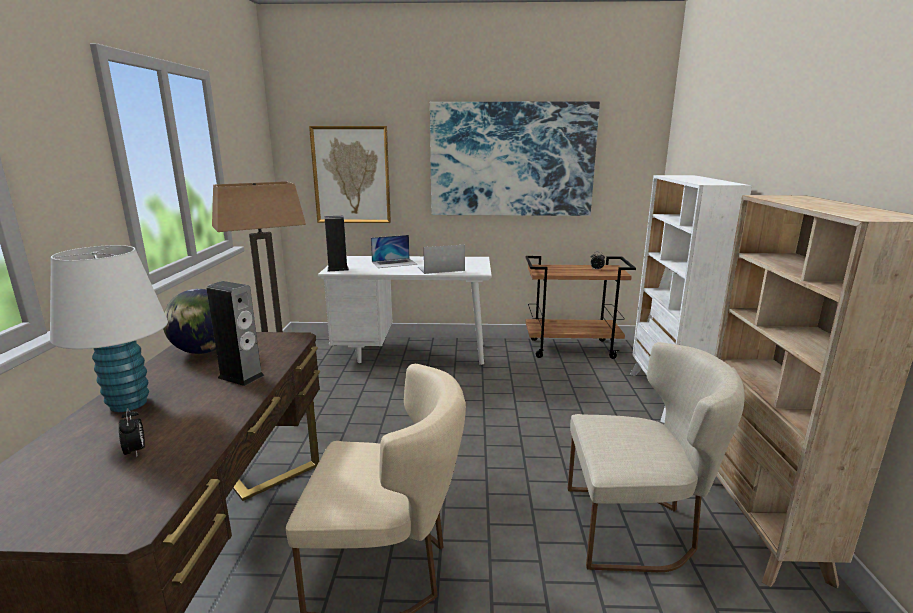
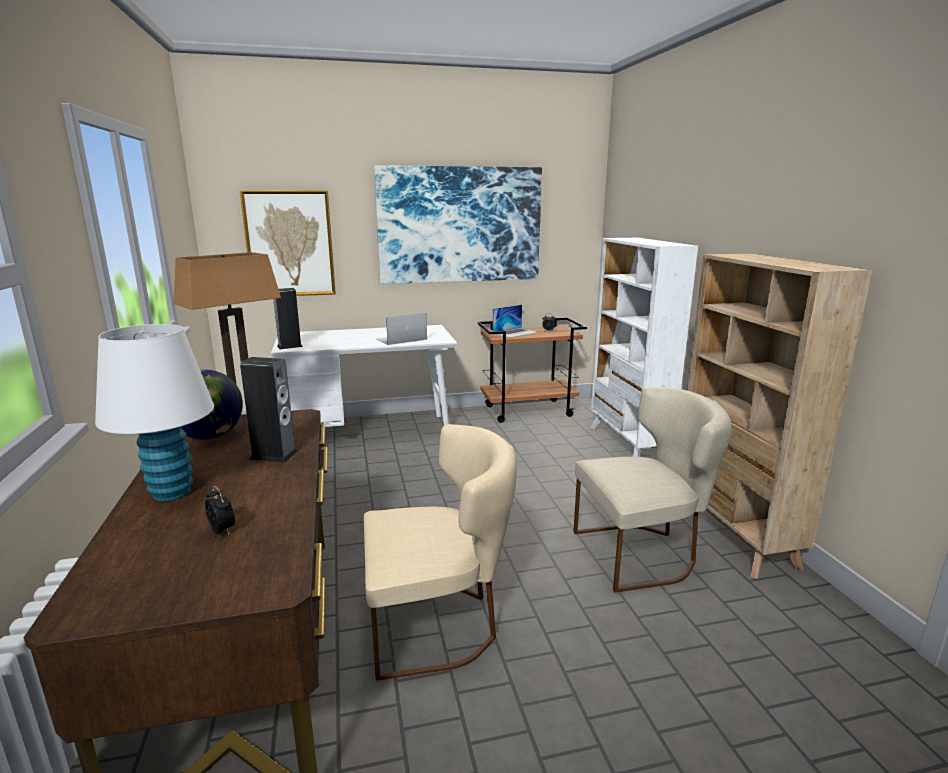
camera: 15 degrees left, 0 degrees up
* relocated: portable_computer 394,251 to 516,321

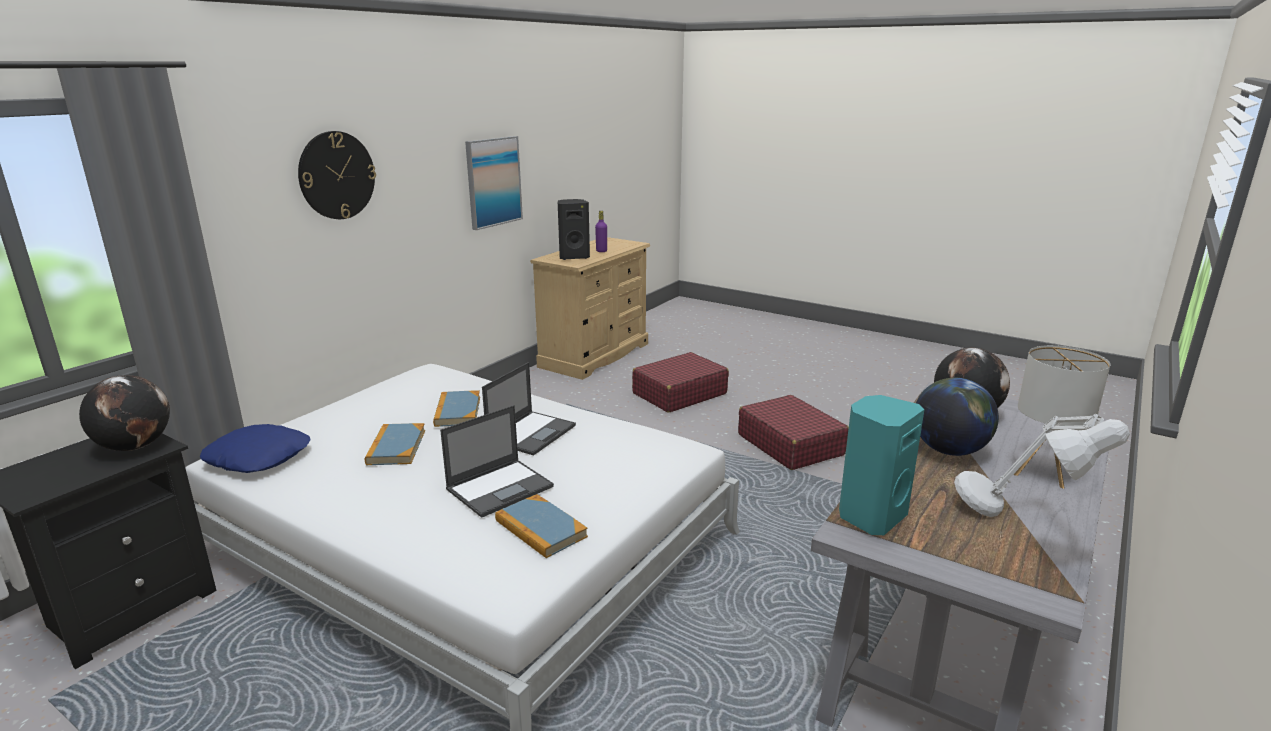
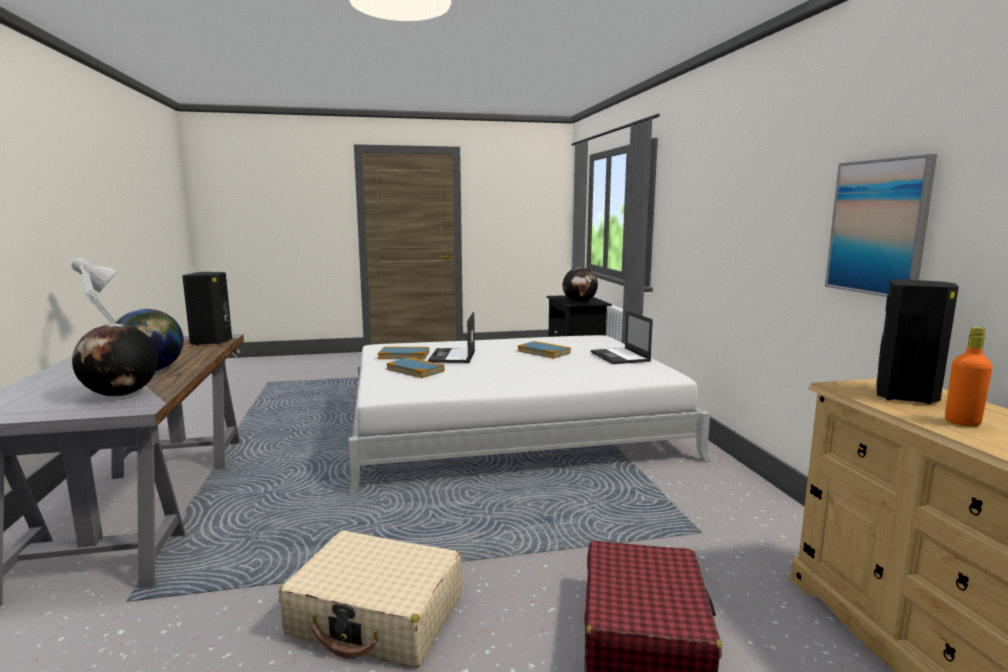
camera: 135 degrees right, 10 degrees down
* missing: clock_on_the_wall 337,175
* colour: purple_bottle 601,231 to orange_bottle 969,377
* missing: tabletop_lamp 1062,417
* relocated: portable_computer 529,409 to 622,337
* relocated: bound_book 456,408 to 415,367
* colour: reddish_travel_case 793,432 to sand-coloured_travel_case 370,599
* colour: turquoise_loudspeaker 882,465 to blackish_loudspeaker 207,308
* missing: blue-coloured_pillow 255,448

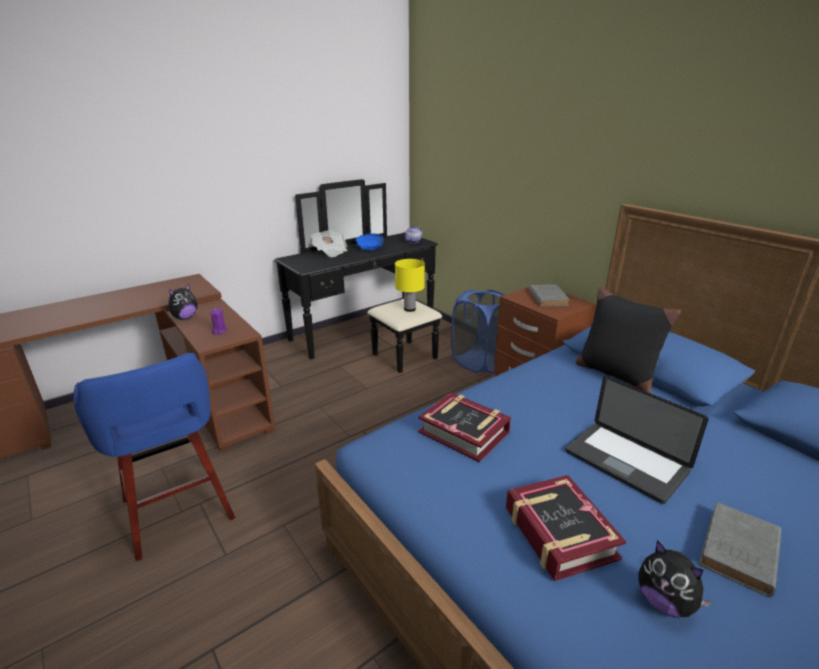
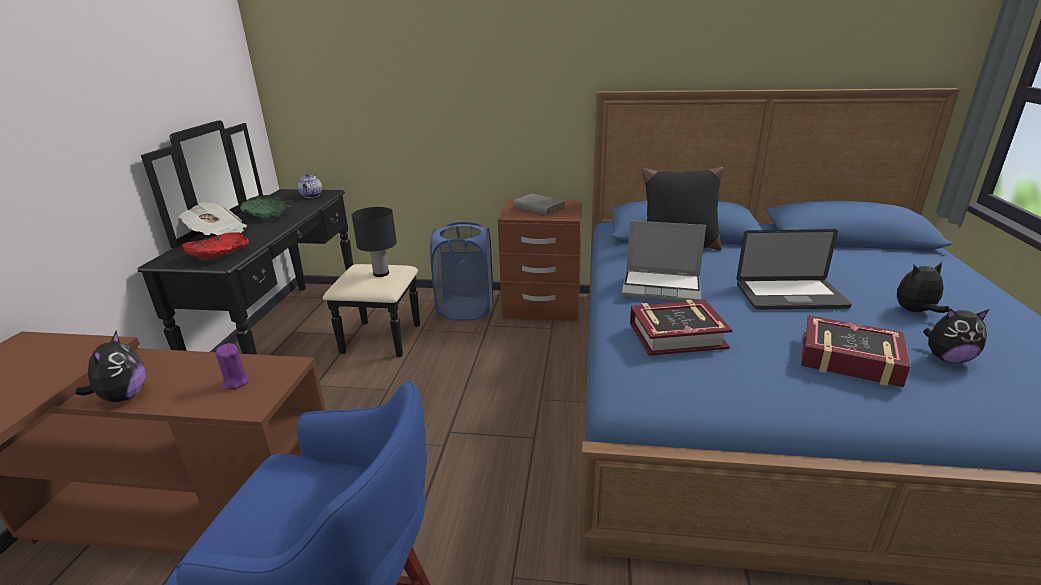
camera: 45 degrees left, 0 degrees up
* colour: blue-coloured_bowl 369,242 to green_bowl 265,207
* colour: yellowish_tabletop_lamp 410,285 to blackish_tabletop_lamp 374,242
* exchanged: grey_bound_book 740,549 to cuddly_toy 923,287
* appeared: portable_computer 664,261
* appeared: reddish_bowl 215,245

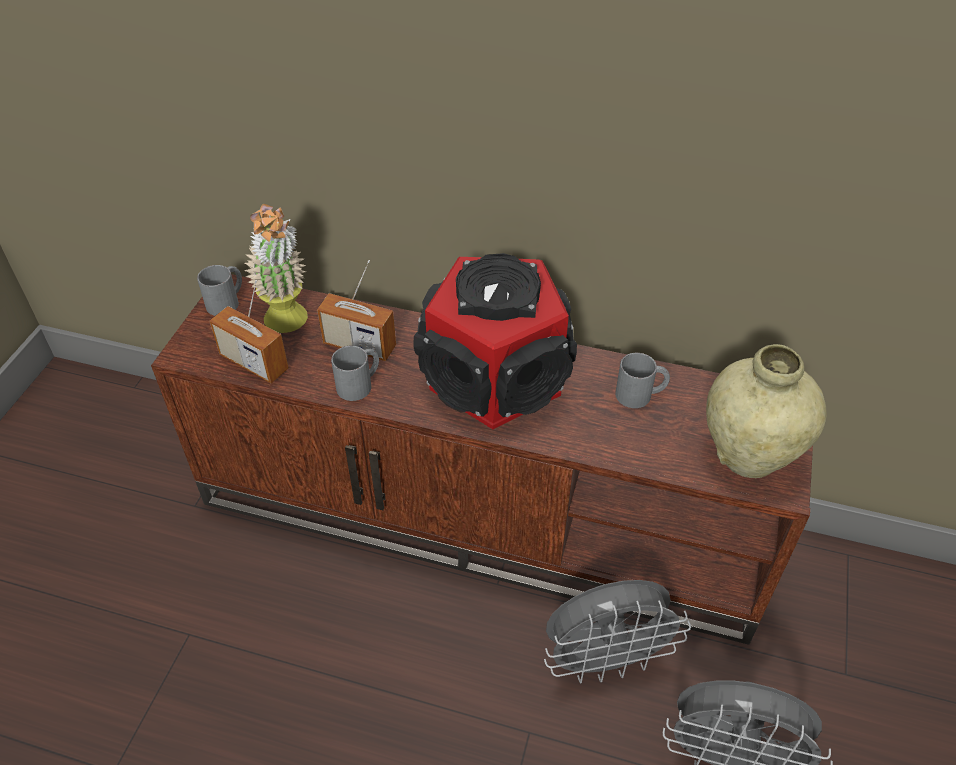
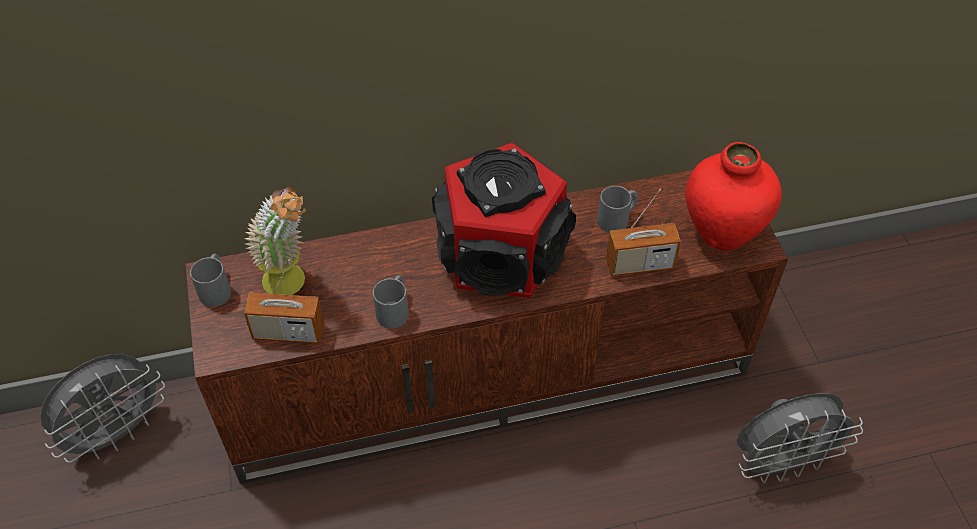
camera: 30 degrees left, 5 degrees up
* relocated: radio_set 356,310 to 643,232
* colour: sand-coloured_decorative_vase 766,411 to reddish_decorative_vase 734,196
* relocated: grey_fan 617,631 to 102,408

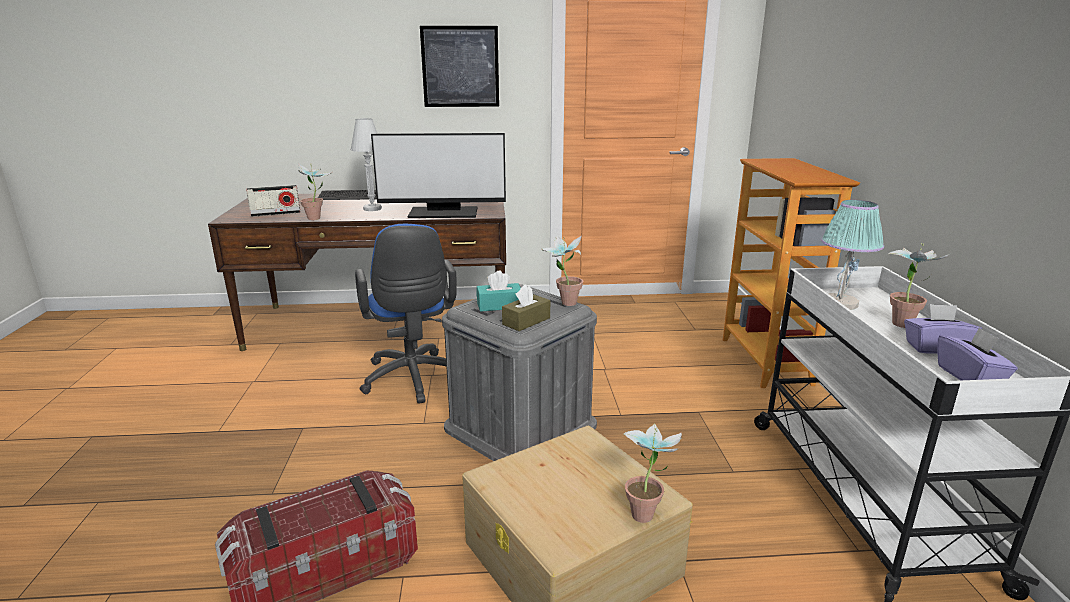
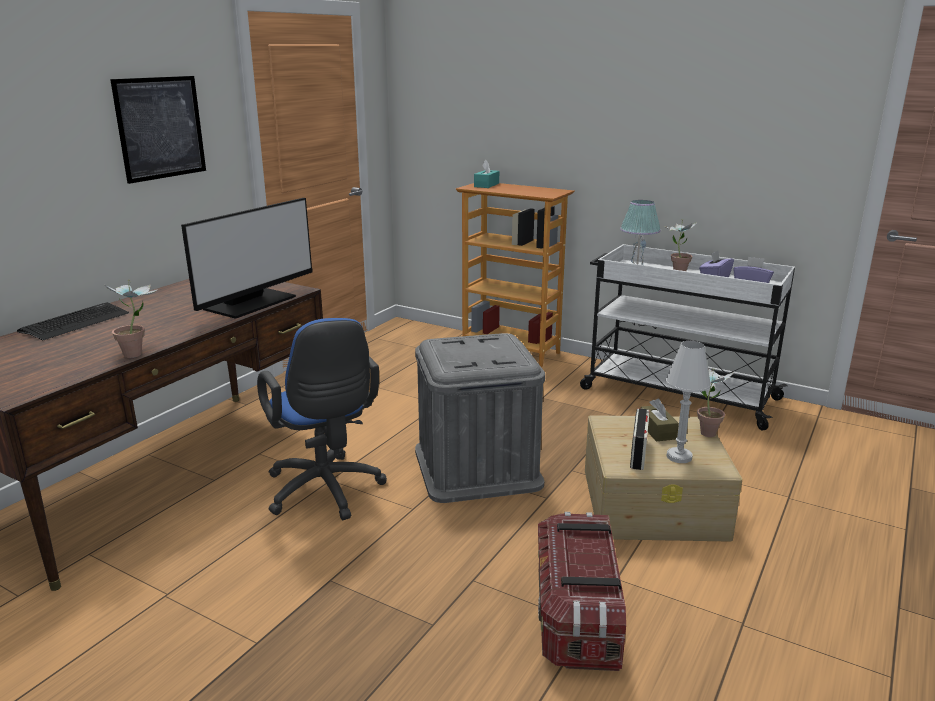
camera: 55 degrees left, 0 degrees up
* relocated: white_tabletop_lamp 366,164 to 688,402
* relocated: radio_set 273,201 to 639,439
* spun: blue-coloured_desk_chair 406,314 = 322,419 45 degrees clockwise
* missing: plant_in_a_pot 562,270
* relocated: turquoise_tissue_holder 499,291 to 486,174
* relocated: brownish_tissue_holder 526,307 to 659,420

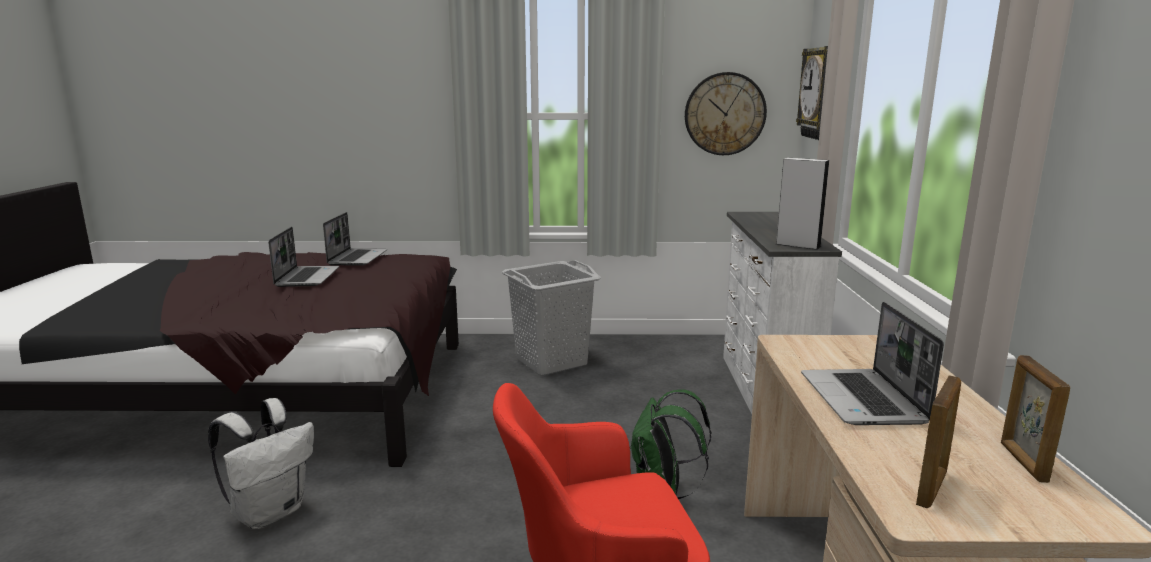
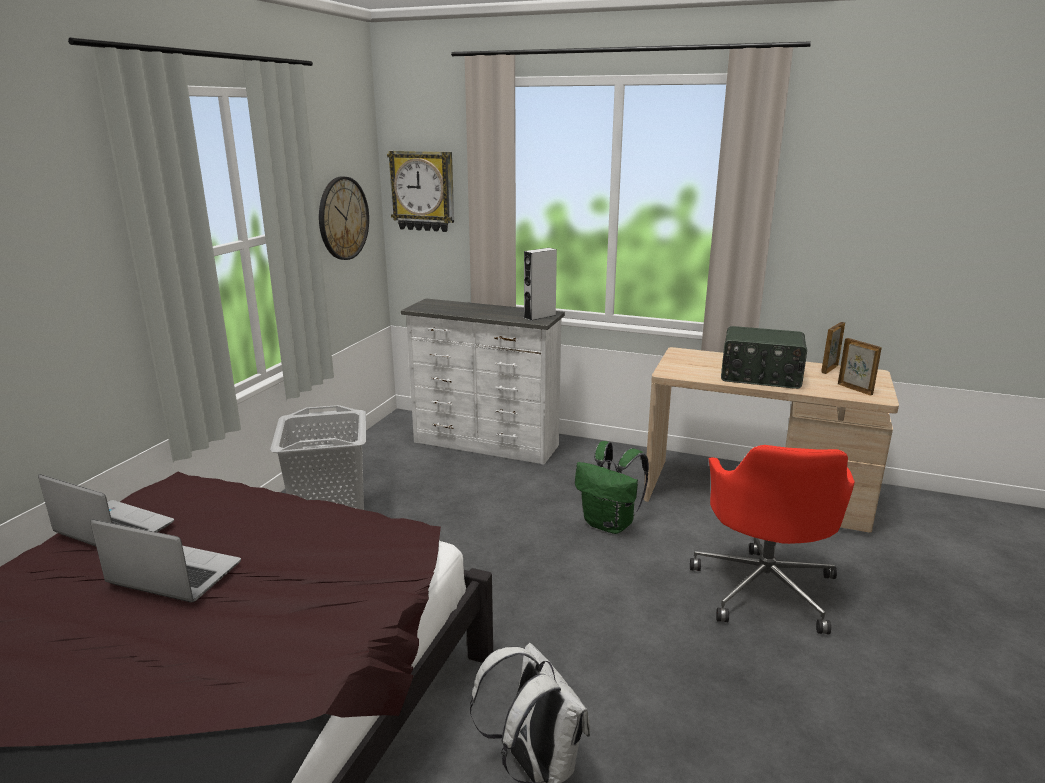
camera: 70 degrees left, 5 degrees up
* exchanged: portable_computer 872,363 to radio_set 764,357
* spun: photo_frame 1035,419 = 833,348 105 degrees clockwise

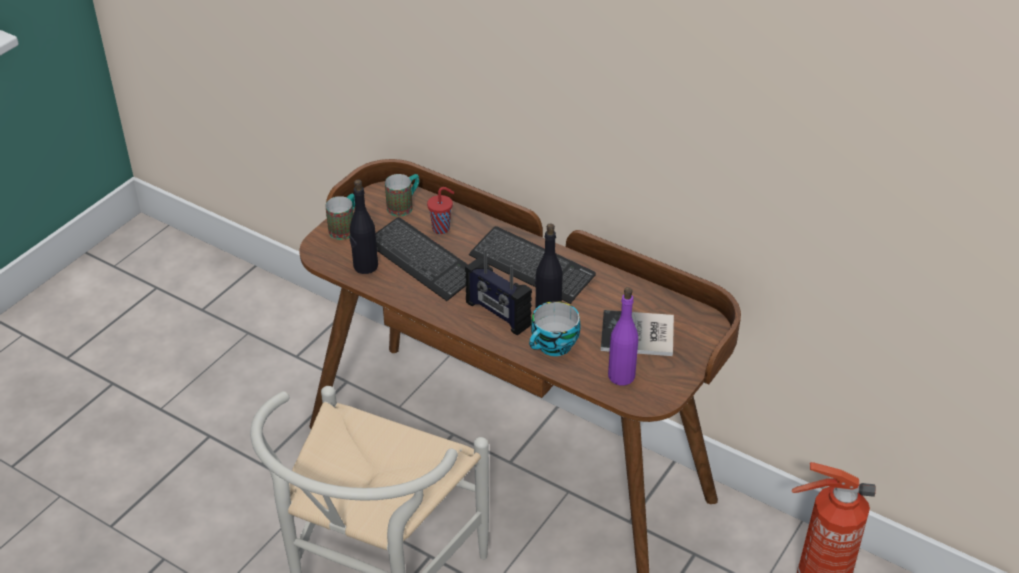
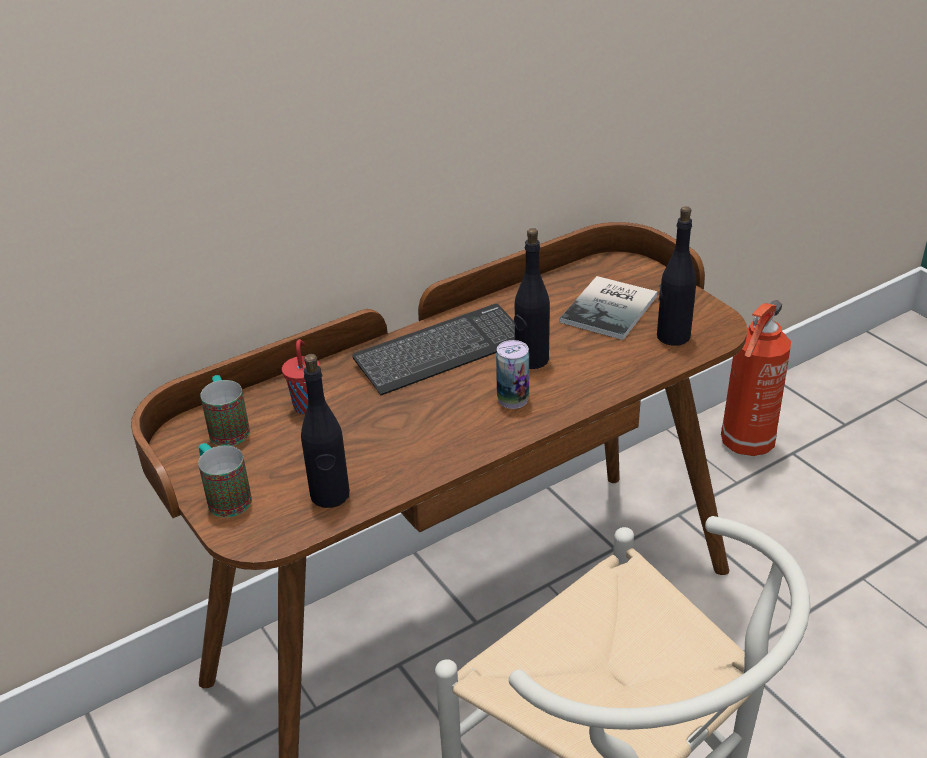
camera: 65 degrees left, 5 degrees down
* missing: keyboard 422,259
* exchanged: radio_set 498,292 to metal_can 512,374
* colour: purple_bottle 623,336 to blackish_bottle 676,275
* missing: small_cup 554,328

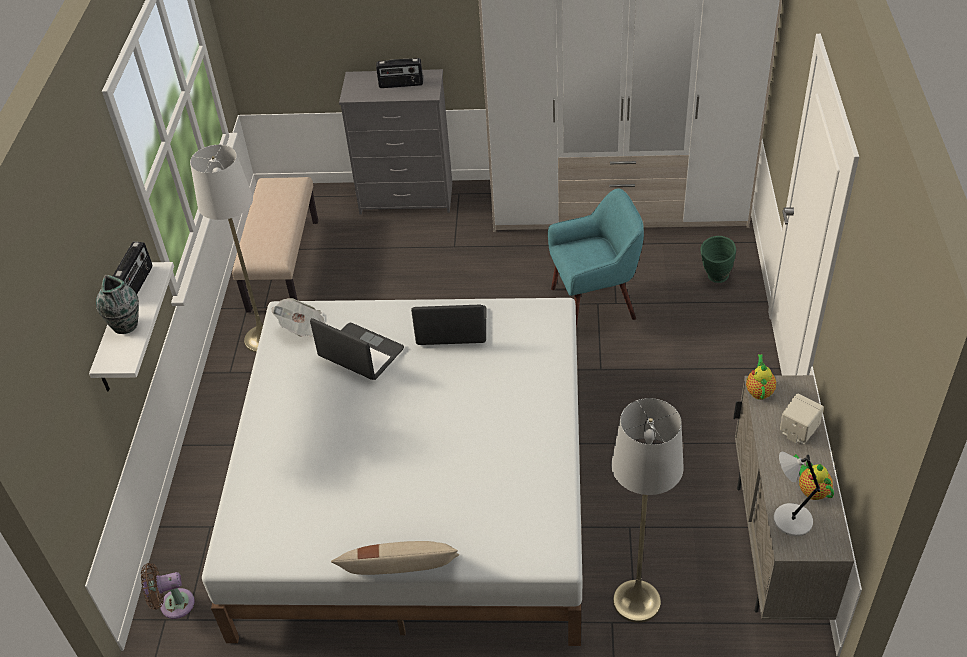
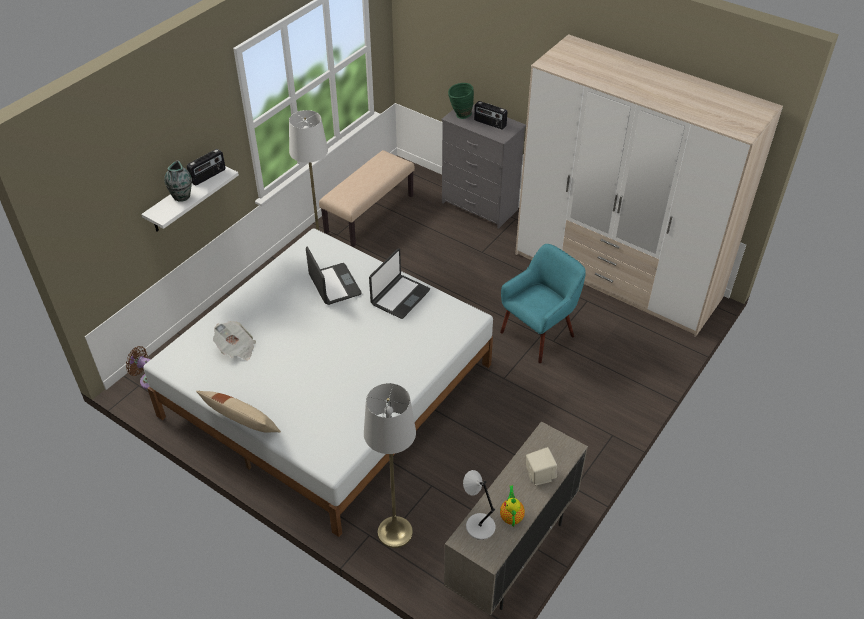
camera: 30 degrees right, 0 degrees up
* spun: turquoise_armchair 596,259 = 543,303 60 degrees counterclockwise
* relocated: green_decorative_vase 718,259 to 461,101
* relocated: daily_paper 298,317 to 234,340
* spun: portable_computer 448,325 = 399,283 90 degrees clockwise
* missing: pot_for_tea 761,377

